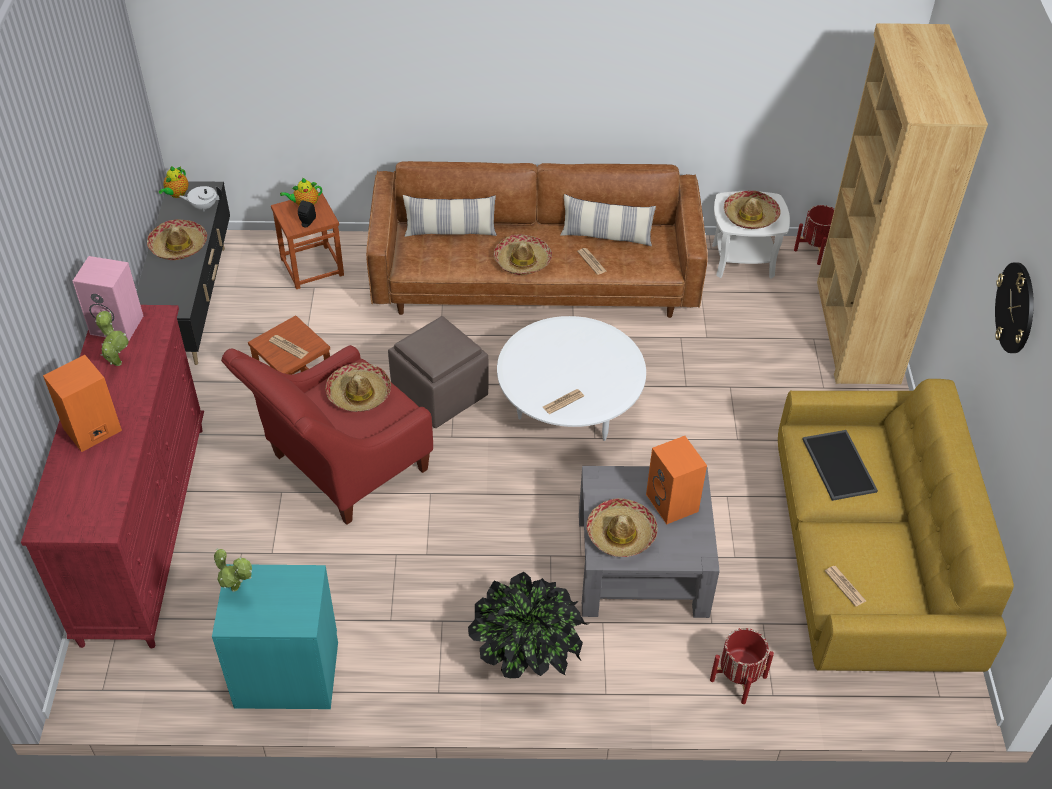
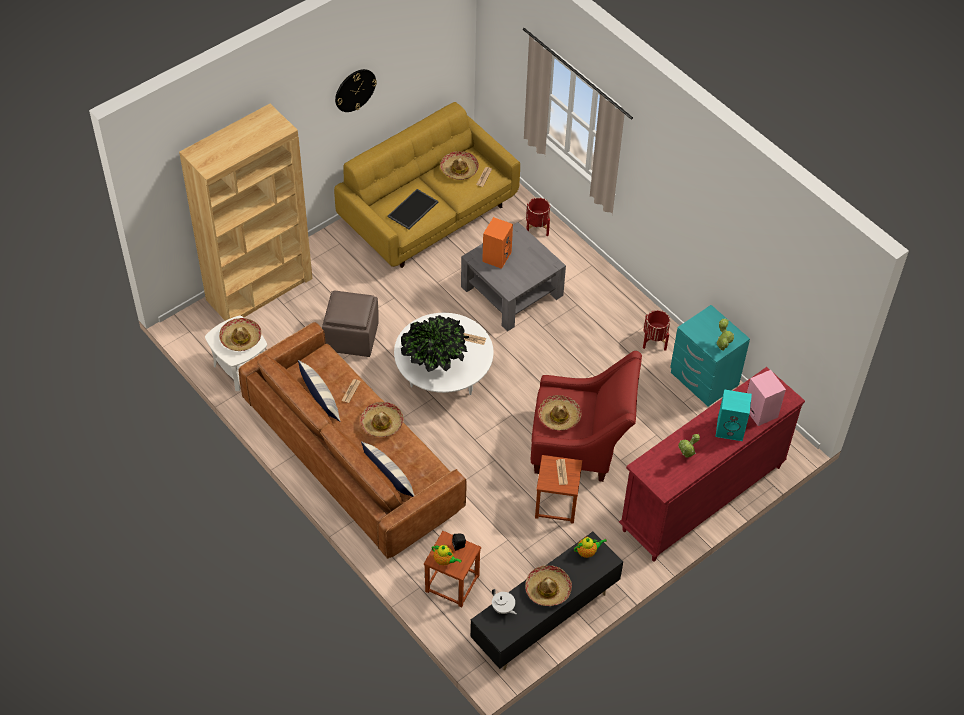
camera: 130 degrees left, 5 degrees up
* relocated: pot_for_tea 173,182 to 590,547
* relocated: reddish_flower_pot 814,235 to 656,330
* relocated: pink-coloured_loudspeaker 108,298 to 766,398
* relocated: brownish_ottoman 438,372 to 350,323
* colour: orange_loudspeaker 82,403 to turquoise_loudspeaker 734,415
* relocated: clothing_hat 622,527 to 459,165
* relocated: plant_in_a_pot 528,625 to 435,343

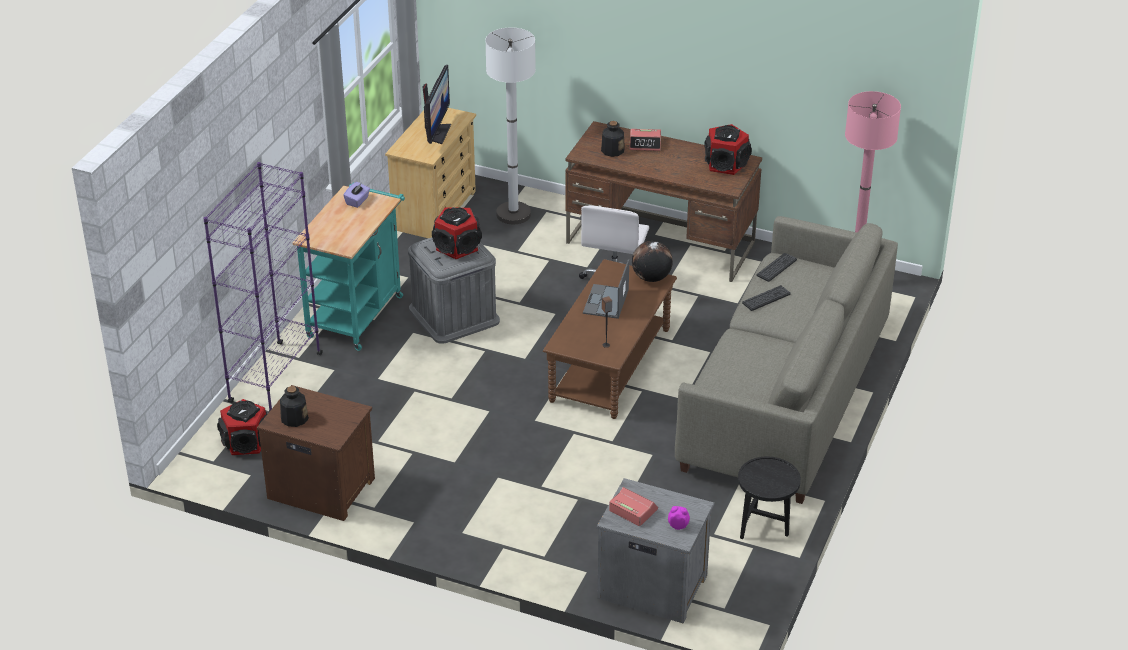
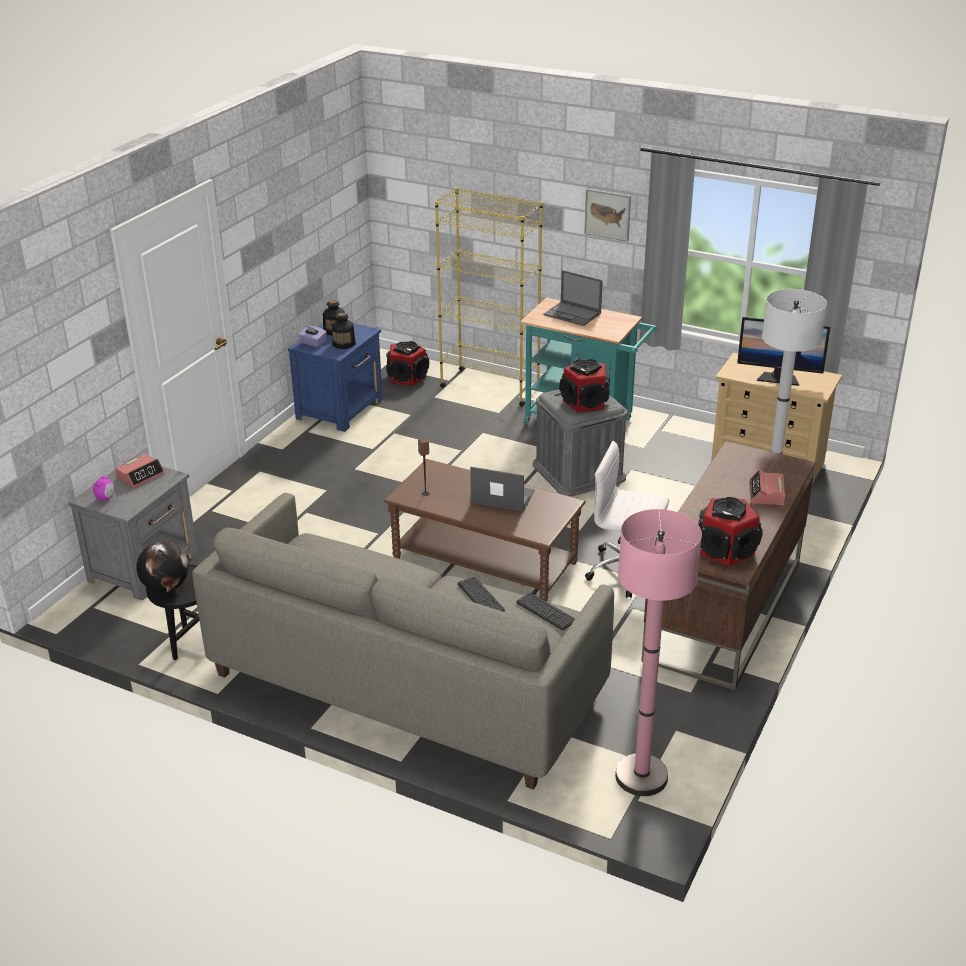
camera: 95 degrees right, 5 degrees down
* relocated: bottle 613,139 to 344,331
* colour: purple_shelving_unit 263,287 to yellowish_shelving_unit 489,297
* relocated: purple_tissue_holder 356,195 to 312,336
* relocated: world_globe 652,261 to 162,567
* colour: brownish_night_table 316,453 to blue-coloured_night_table 335,377
* appeared: picture 607,215
* appeared: portable_computer 573,298

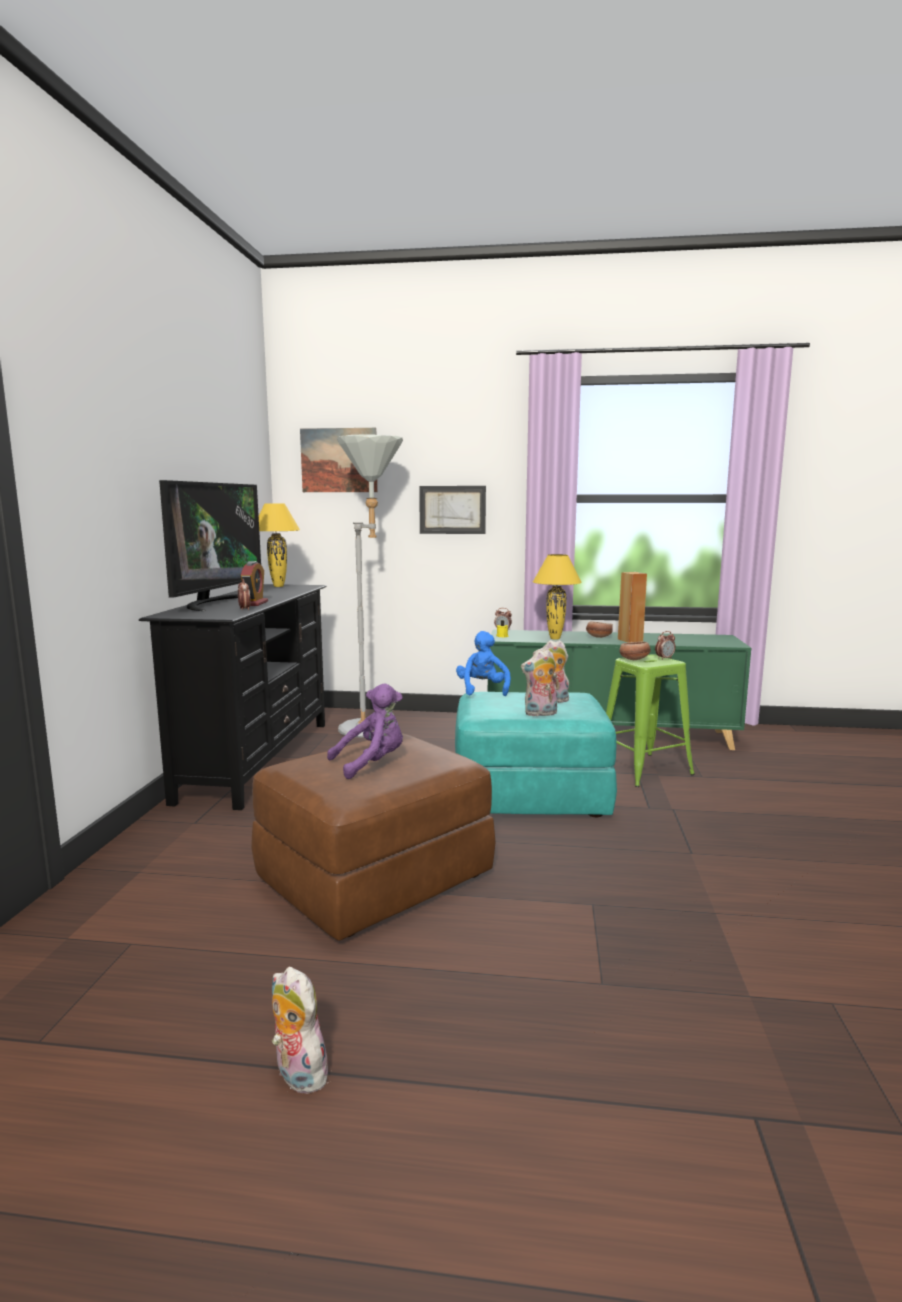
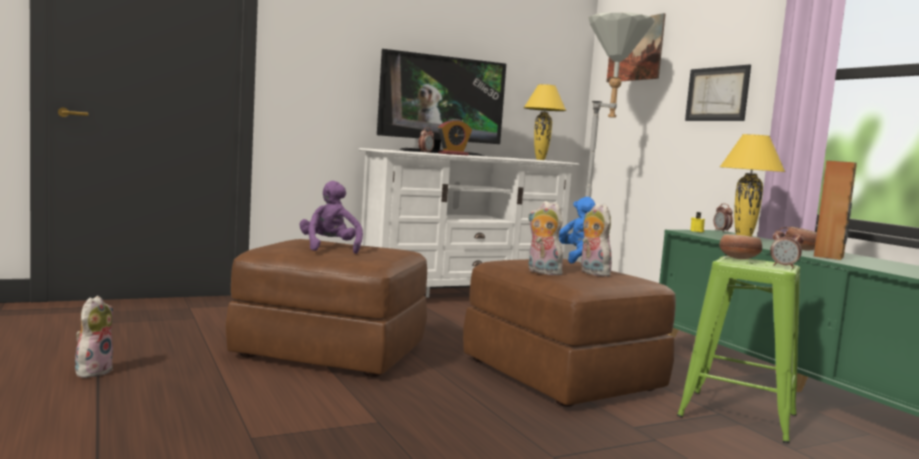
camera: 55 degrees right, 5 degrees down
* colour: blackish_media_console 233,697 to white_media_console 469,222
* spun: purple_cuddly_toy 365,731 = 331,217 135 degrees counterclockwise
* colour: turquoise_ottoman 536,754 to brownish_ottoman 569,333

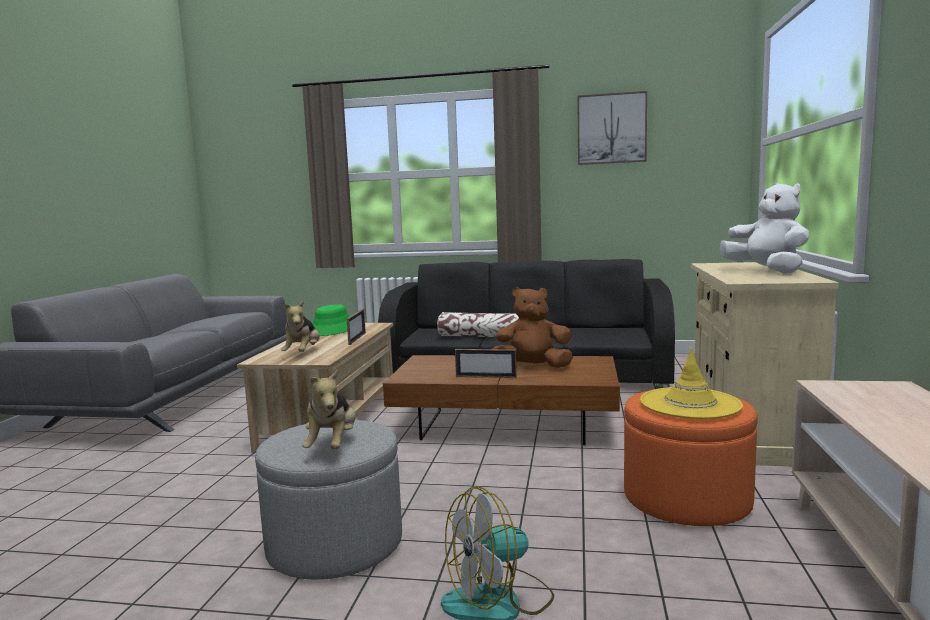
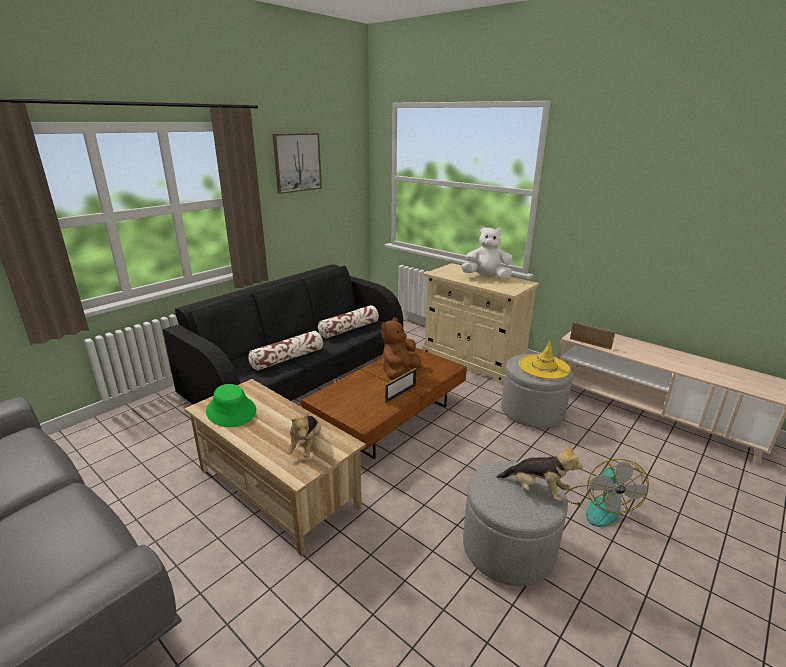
camera: 60 degrees left, 15 degrees up
* spun: cuddly_toy 300,326 = 304,435 60 degrees clockwise
* relocated: photo_frame 356,327 to 592,336
* colour: orange_ottoman 691,458 to grey_ottoman 537,391
* appeared: pillow 348,322

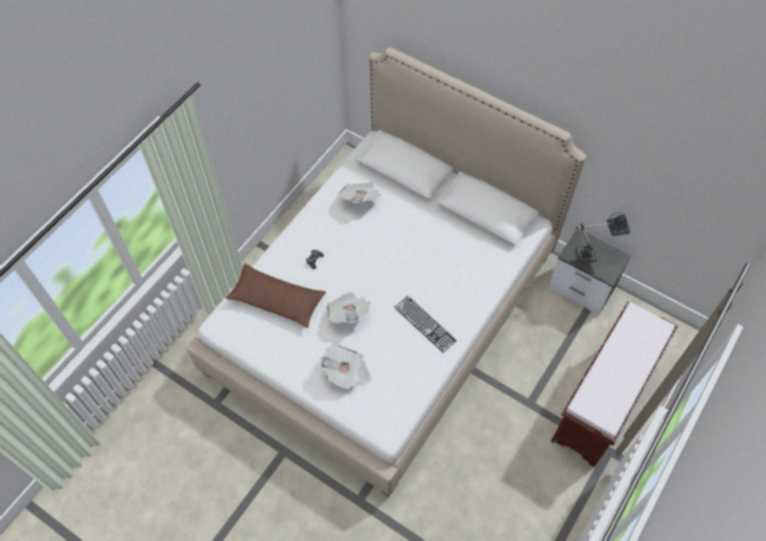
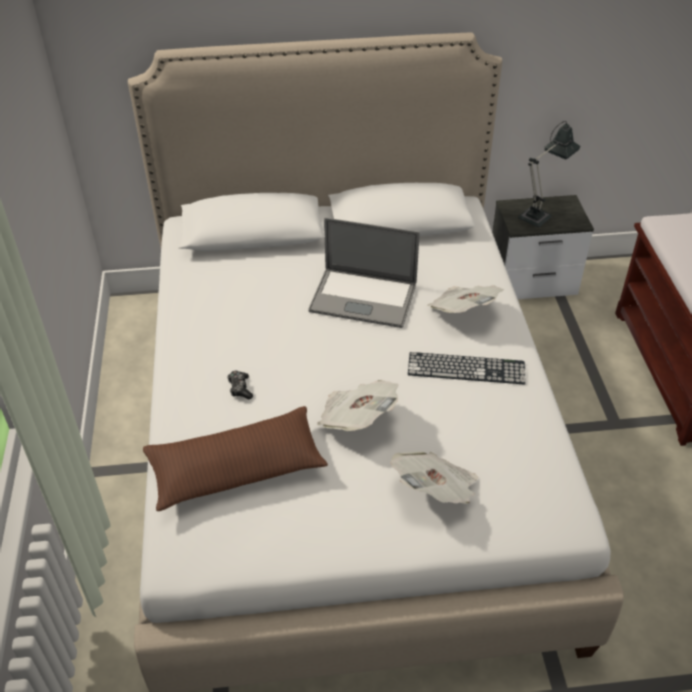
camera: 40 degrees left, 15 degrees down
* relocated: daily_paper 359,192 to 465,299
* appeared: portable_computer 364,273

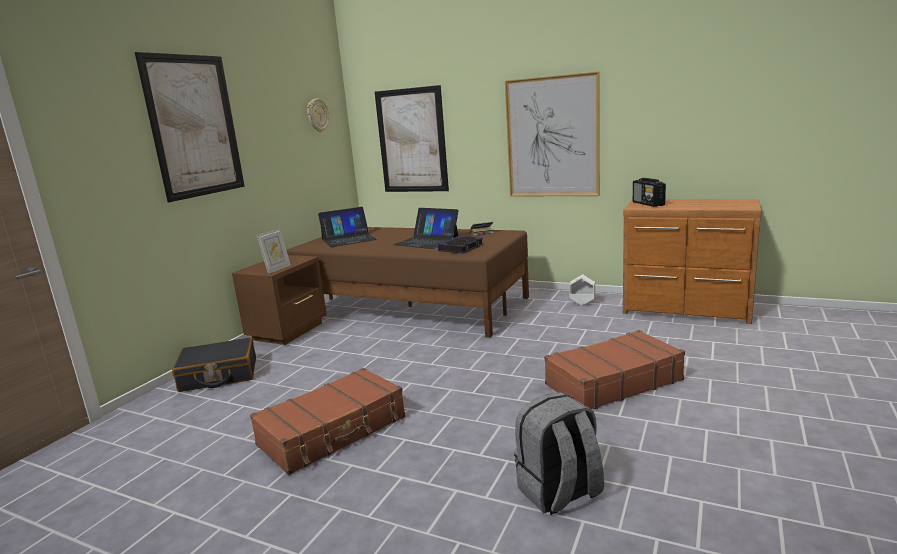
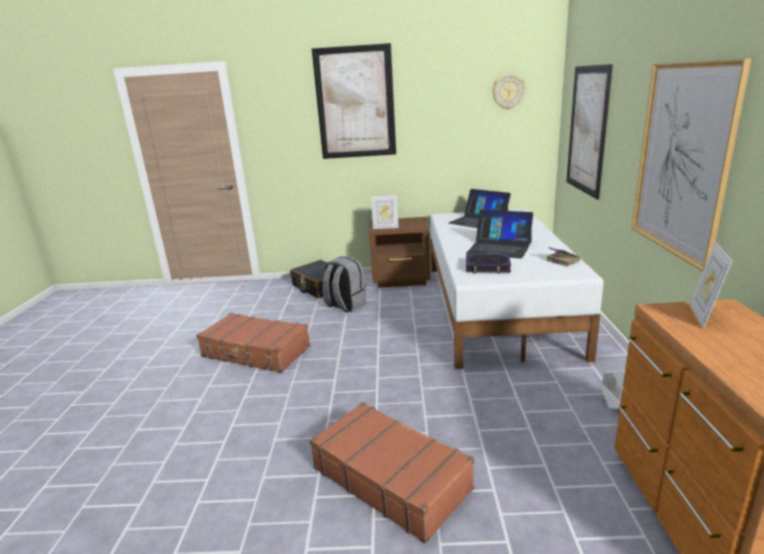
camera: 65 degrees right, 5 degrees up
* exchanged: radio_set 649,192 to photo_frame 711,285
* spun: portable_computer 425,228 = 500,234 75 degrees counterclockwise
* colour: brownish_bedroom_bed 408,282 to white_bedroom_bed 516,289
* relocated: grey_backpack 559,453 to 344,284

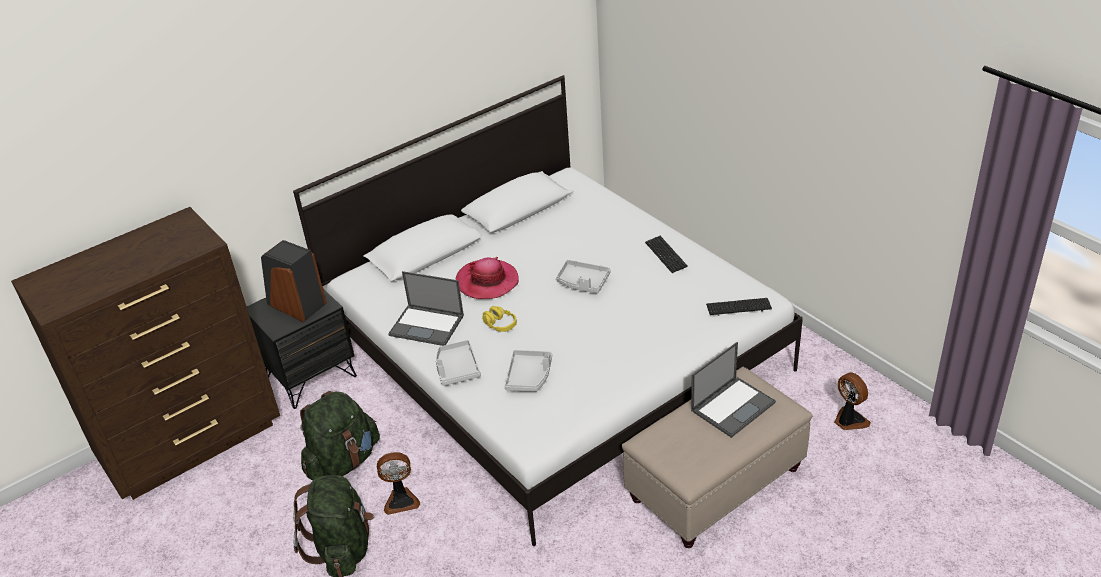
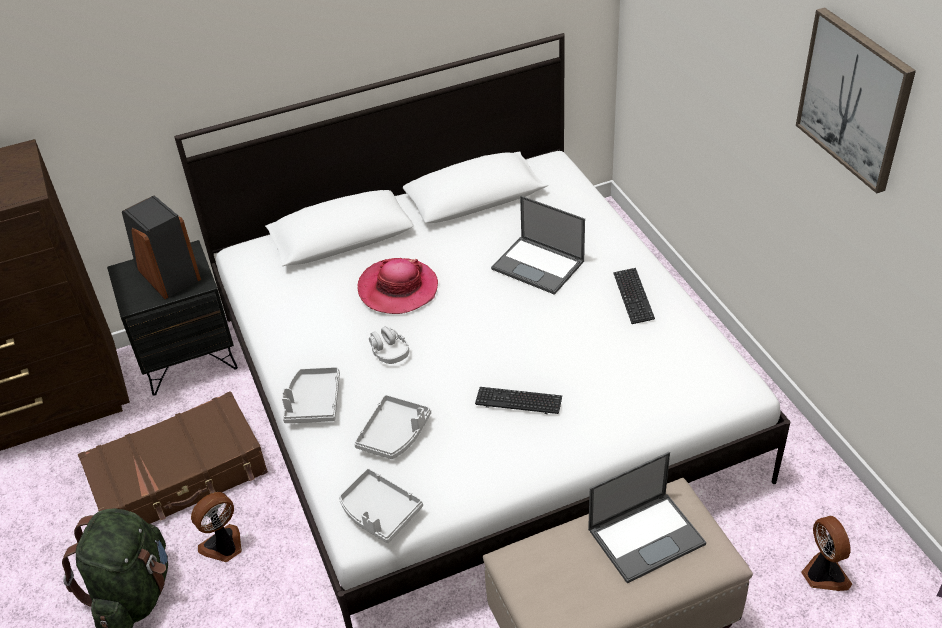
camera: 15 degrees right, 5 degrees up
* relocated: grey_serving_tray 583,277 to 381,505
* relocated: portable_computer 426,308 to 538,245
* relocated: keyboard 739,307 to 518,400
* colour: yellowish_headset 499,319 to grey_headset 389,345
* exchanged: green_backpack 340,435 to brownish_travel_case 173,457
* spun: fan 398,483 = 216,527 135 degrees clockwise
* appeared: picture 856,100

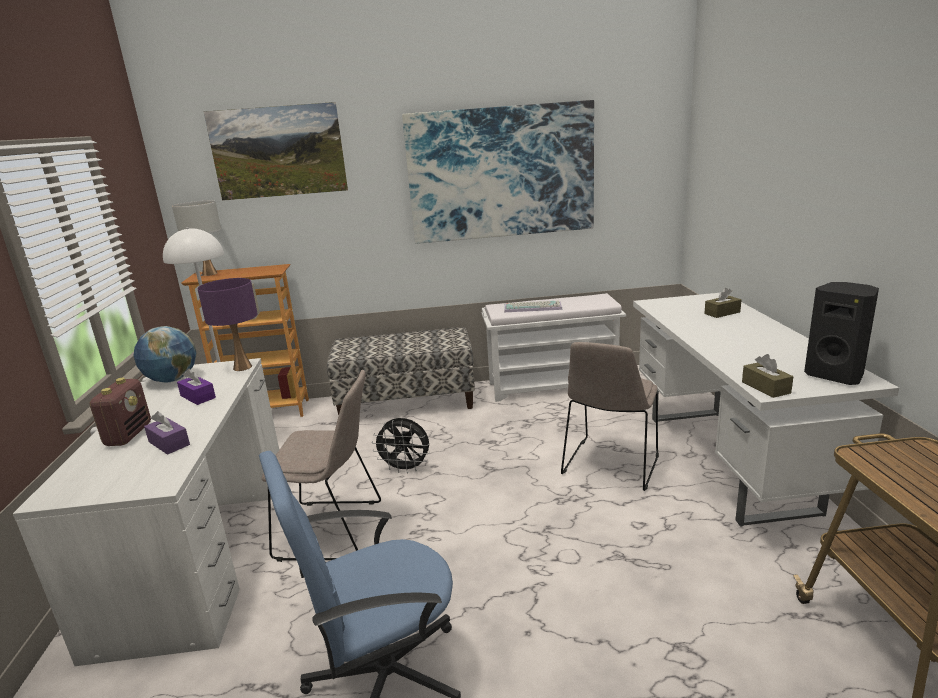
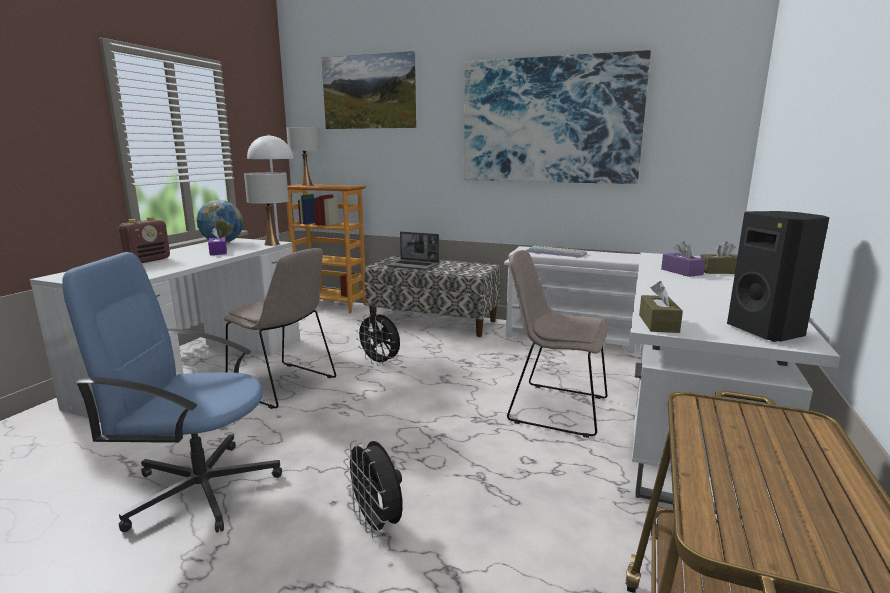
camera: 25 degrees right, 5 degrees down
* colour: purple_tabletop_lamp 227,324 to white_tabletop_lamp 266,209
* spun: sand-coloured_plain_chair 610,416 = 557,344 60 degrees clockwise
* relocated: purple_tissue_holder 167,432 to 683,259
* appeared: portable_computer 413,251
* appeared: blackish_fan 373,489

